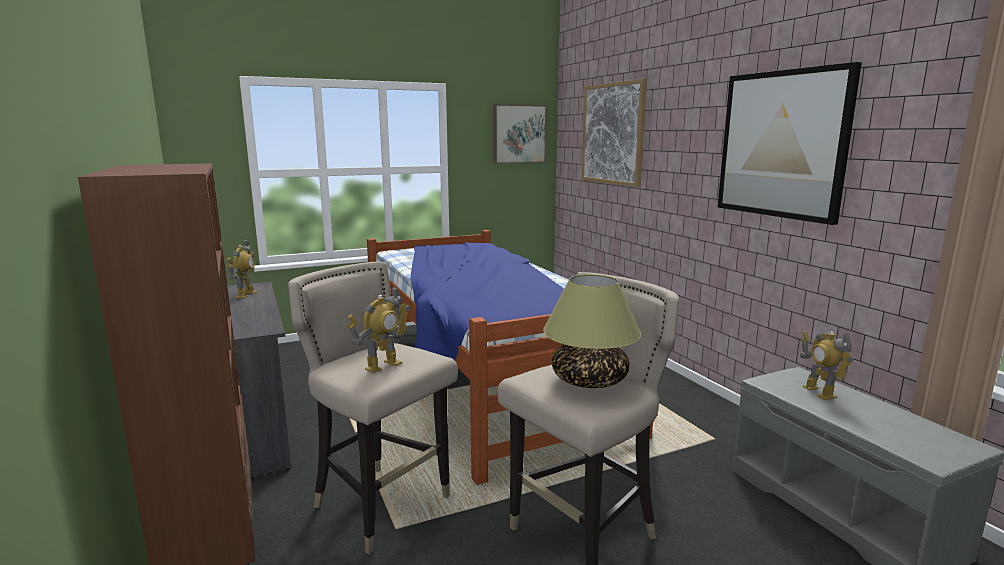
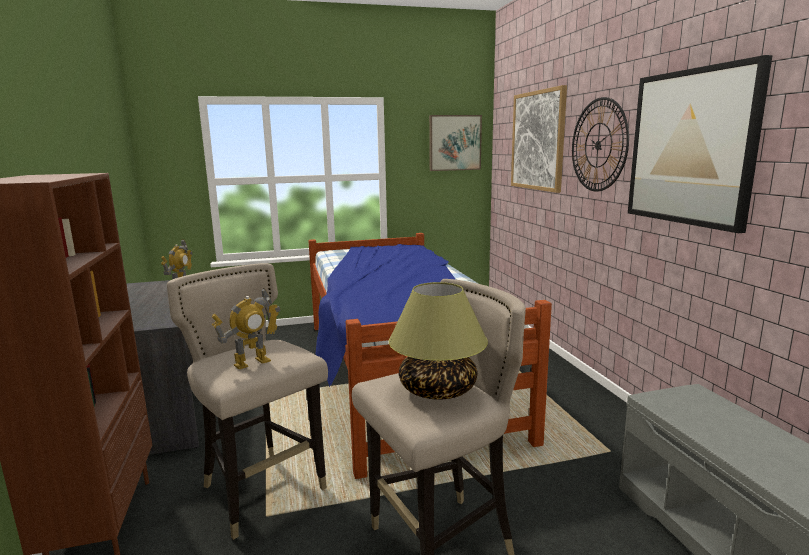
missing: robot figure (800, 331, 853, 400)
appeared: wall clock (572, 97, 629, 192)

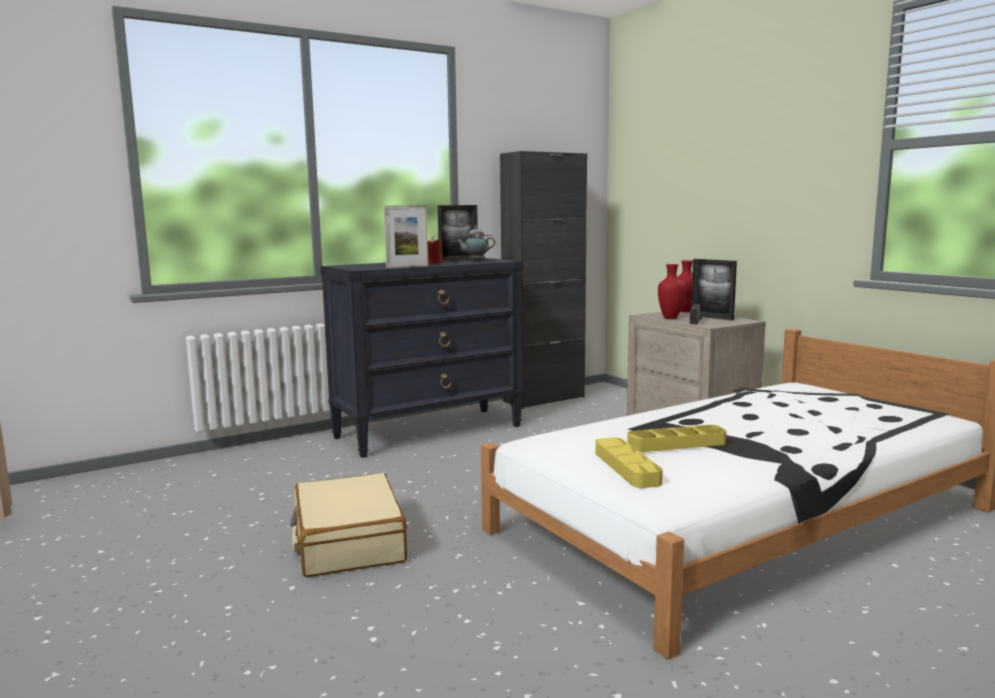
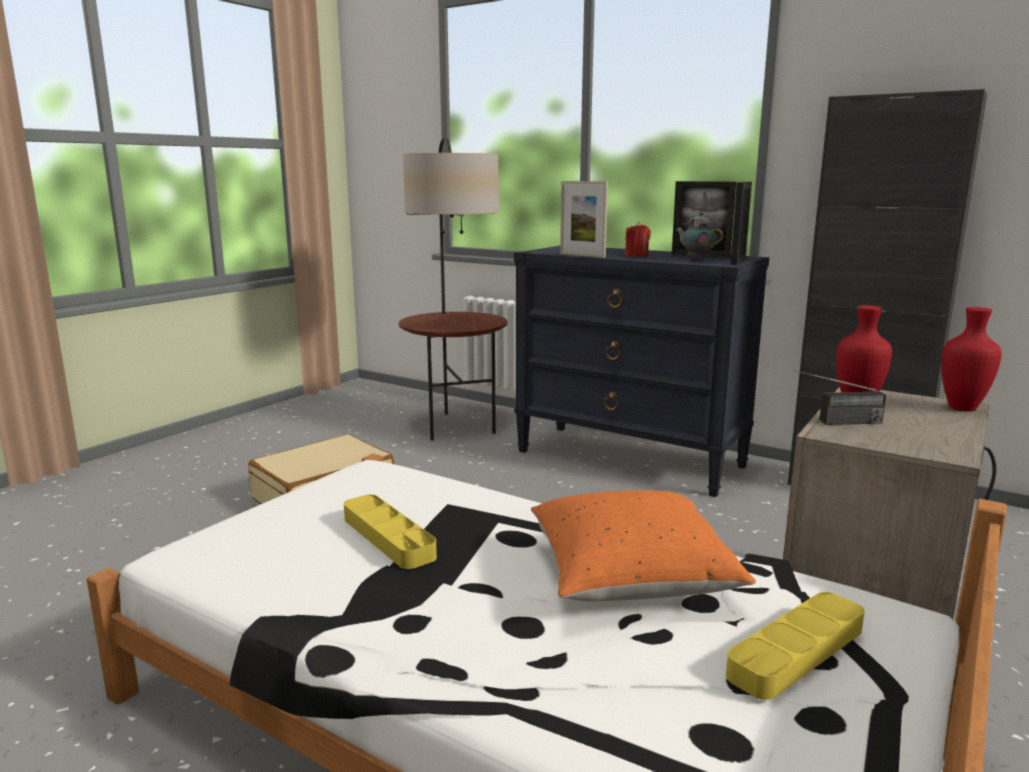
appeared: standing lamp (399, 137, 508, 441); orangey cushion (531, 490, 756, 601)
relocated: yellow carrying tray (596, 438, 663, 488) to (726, 592, 865, 700); standing frame (691, 259, 737, 321) to (730, 182, 752, 265)

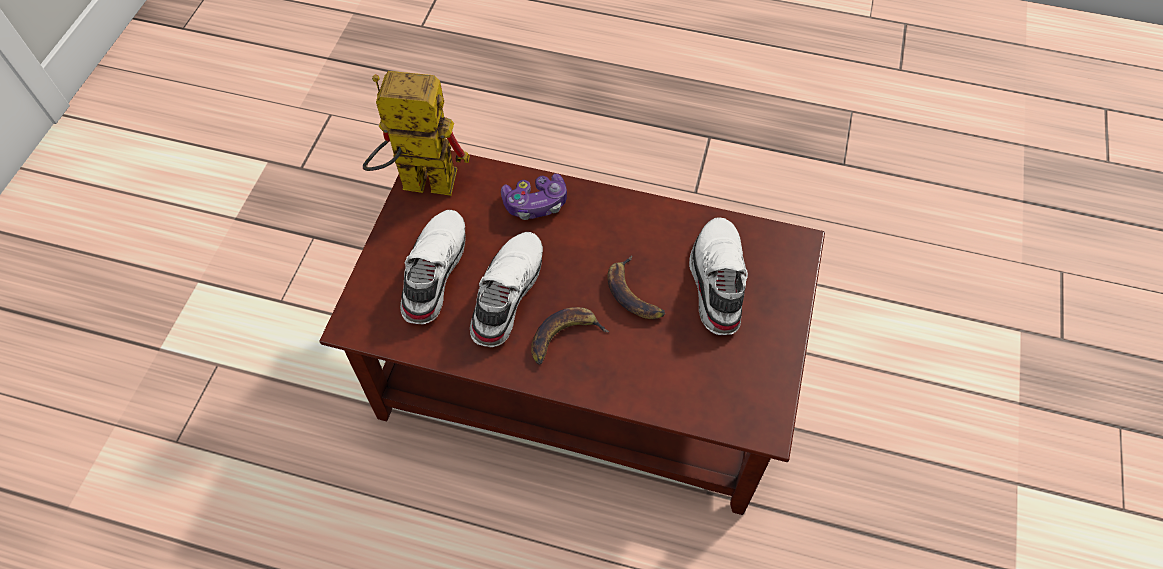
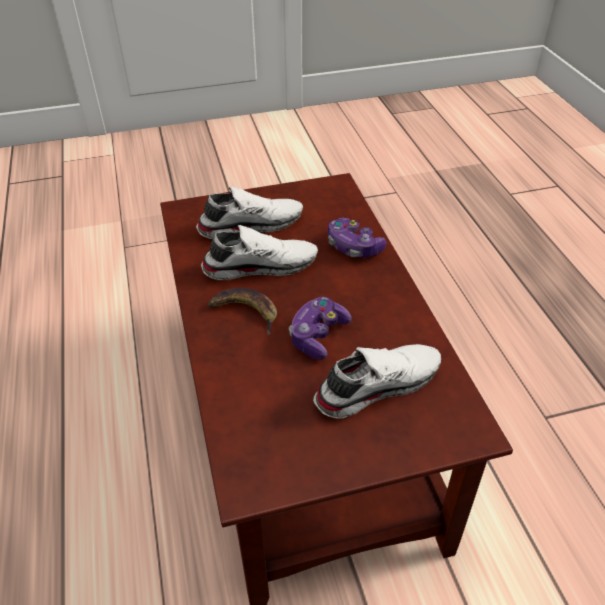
missing: robot figure (363, 71, 470, 196)
exchanged: whole banana (607, 255, 665, 319) to joypad (289, 297, 352, 360)

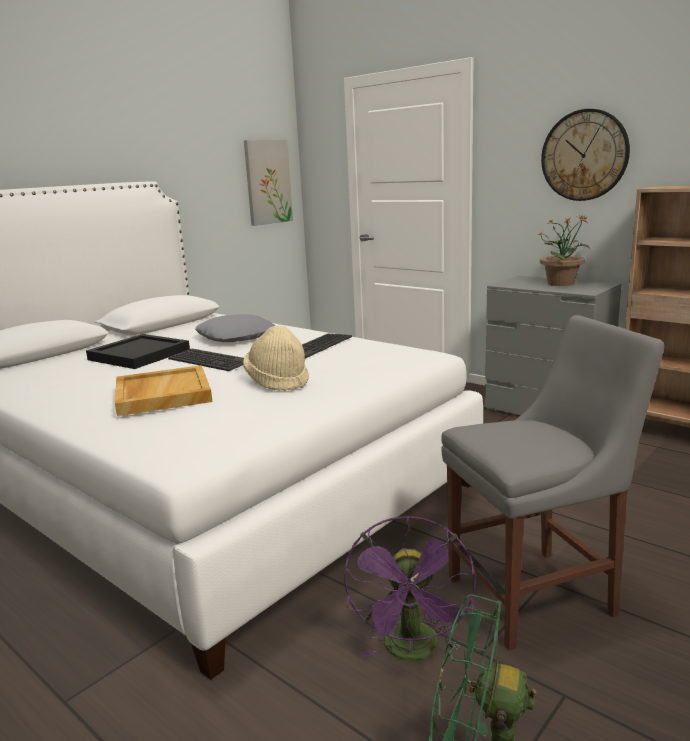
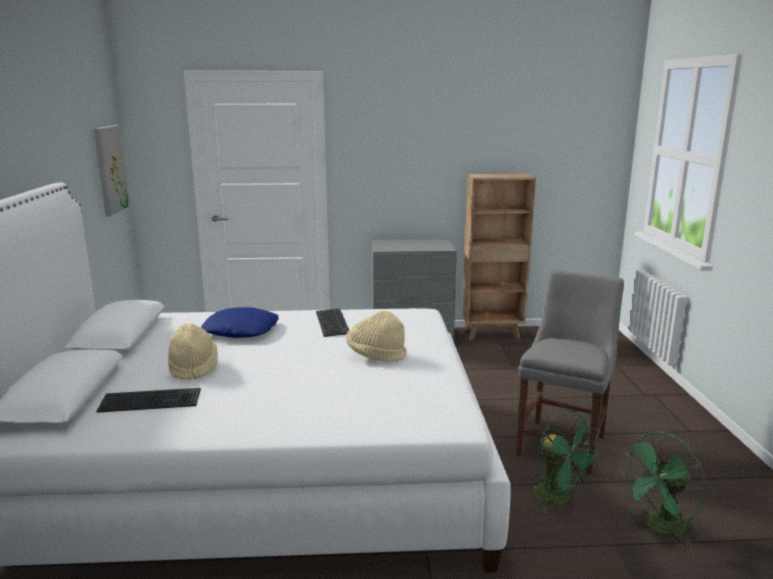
missing: sand-coloured carrying tray (115, 365, 213, 416); potted plant (539, 214, 590, 286); wall clock (541, 109, 630, 201)
relocated: PC keyboard (168, 349, 244, 371) to (96, 388, 201, 413)
exchanged: black-coloured carrying tray (86, 334, 190, 369) to sand-coloured wearable hat (168, 323, 218, 380)
colour: gray cushion (195, 314, 276, 342) to blue cushion (201, 307, 279, 338); purplish electric fan (344, 515, 476, 661) to green electric fan (533, 410, 601, 514)

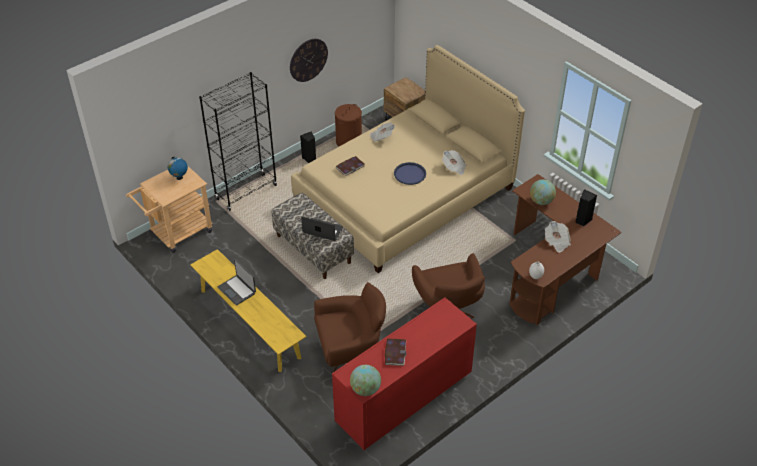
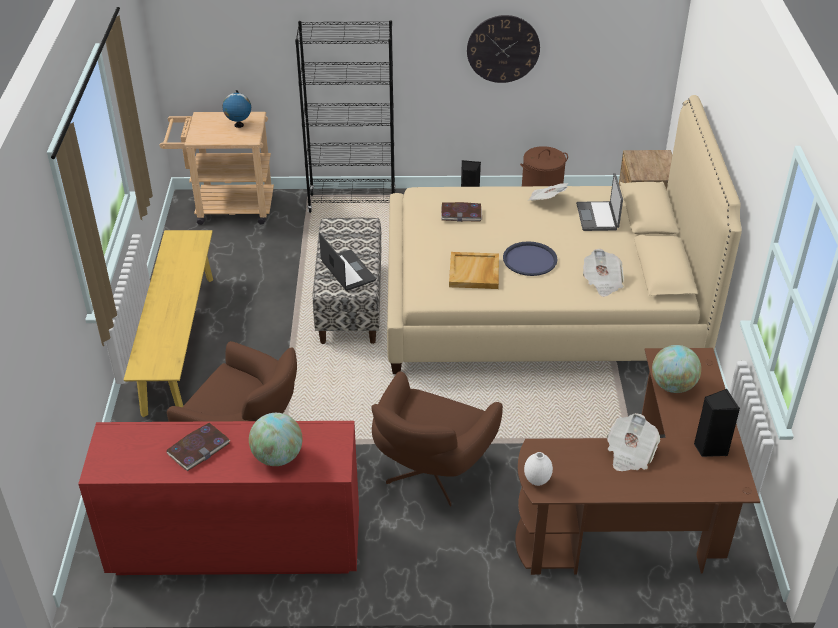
appeared: sand-coloured carrying tray (449, 252, 499, 289)
relocated: notebook computer (218, 259, 256, 306) to (576, 173, 623, 231); desk globe (350, 365, 381, 396) to (249, 413, 303, 466)

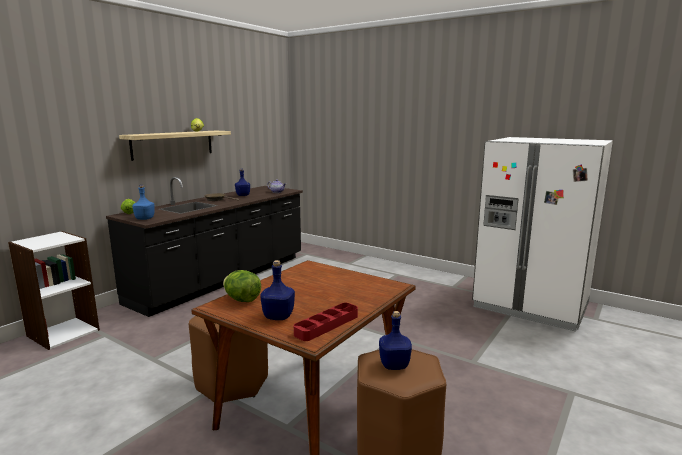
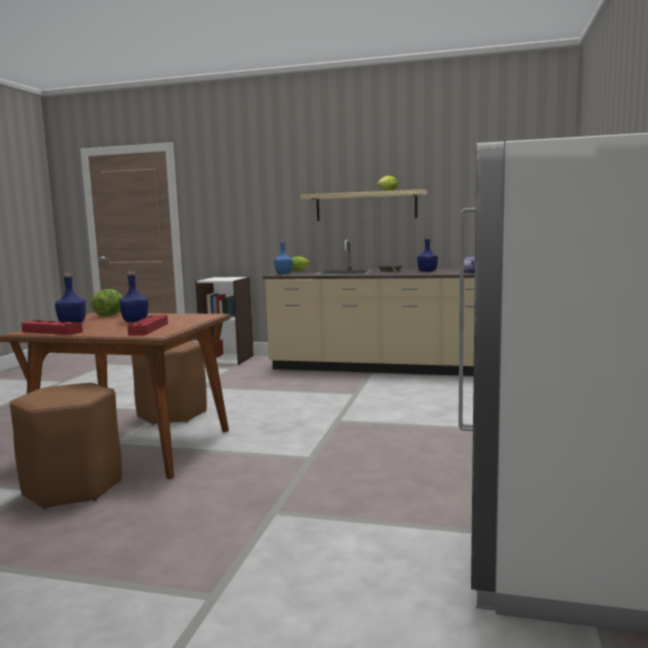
appeared: reddish carrying tray (127, 315, 168, 336)
relocated: blue beverage bottle (379, 311, 412, 370) to (119, 271, 148, 322)
colour: black-coloured kitchen counter (106, 177, 303, 317) to sand-coloured kitchen counter (263, 240, 475, 376)

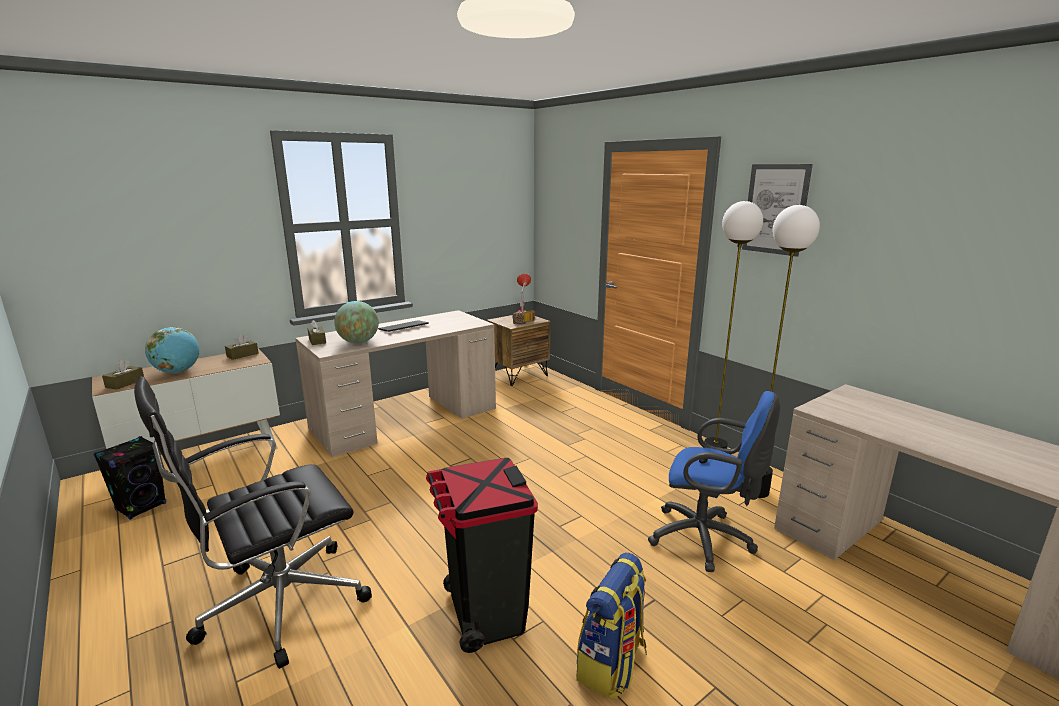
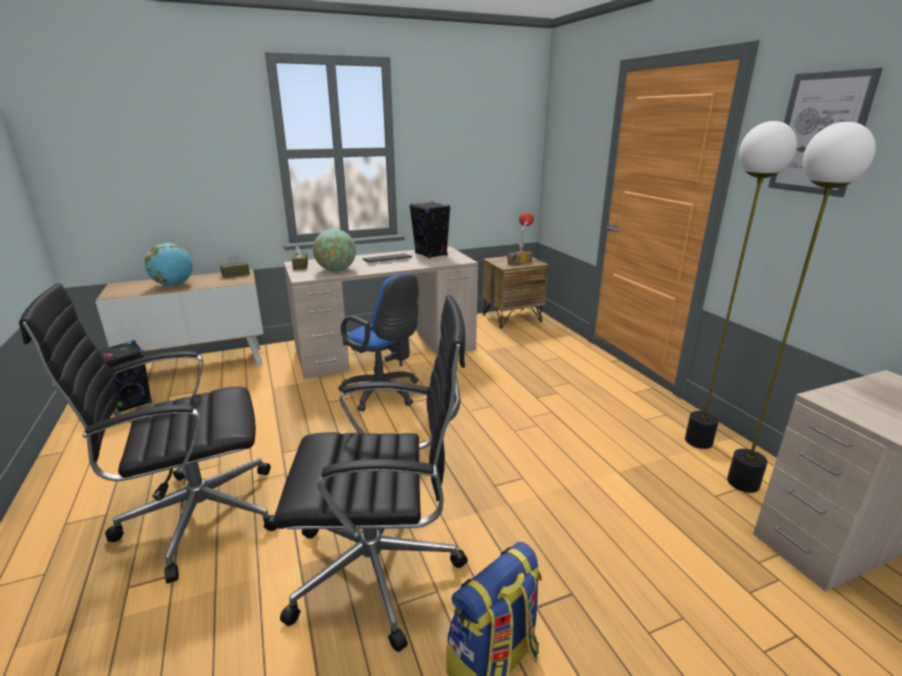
missing: brownish box of tissues (102, 360, 144, 390)
appeared: black-coloured speaker (409, 202, 450, 258)
relocated: blue office chair (648, 391, 780, 572) to (338, 273, 419, 411)
exchanged: black-coloured waste bin (426, 458, 538, 653) to black-coloured office chair (273, 295, 468, 652)

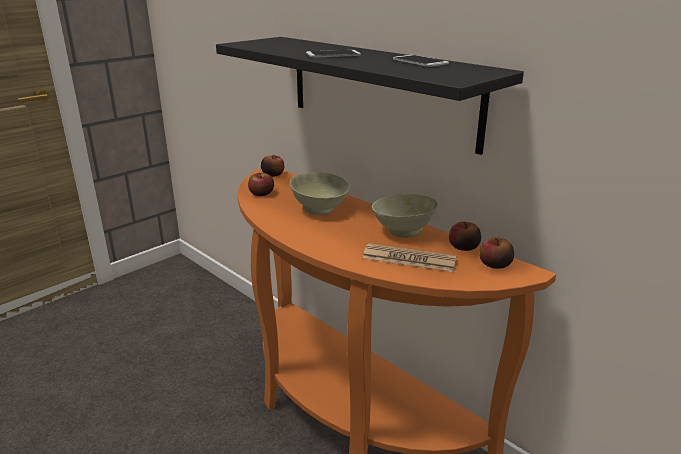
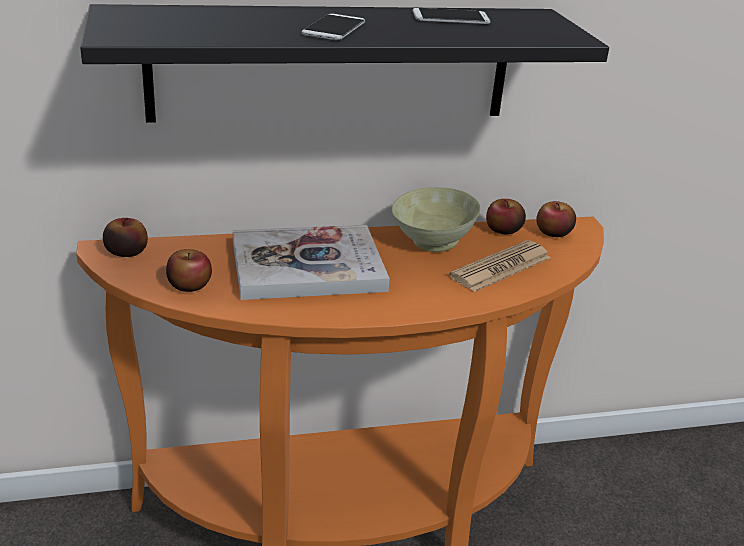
exchanged: sand-coloured deep dish (290, 172, 350, 215) to bound book (233, 225, 390, 300)

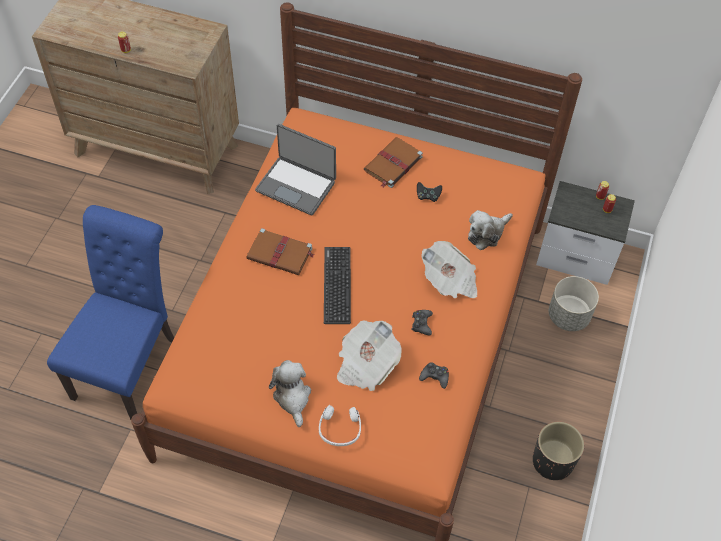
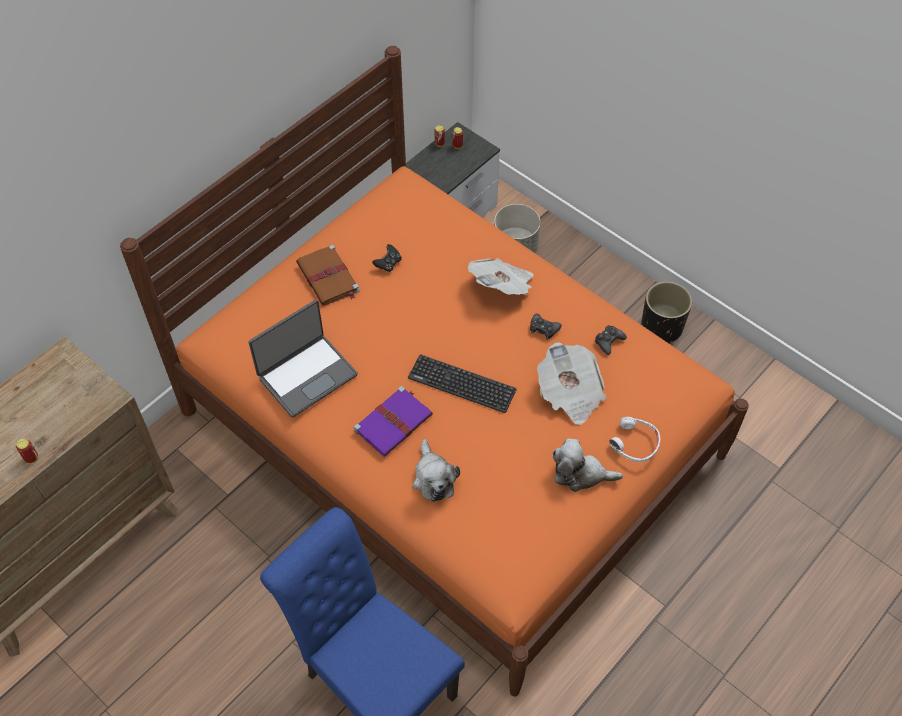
relocated: soft toy (468, 210, 513, 250) to (413, 439, 460, 502)
colour: brownish bound book (247, 228, 314, 275) to purplish bound book (354, 386, 433, 457)

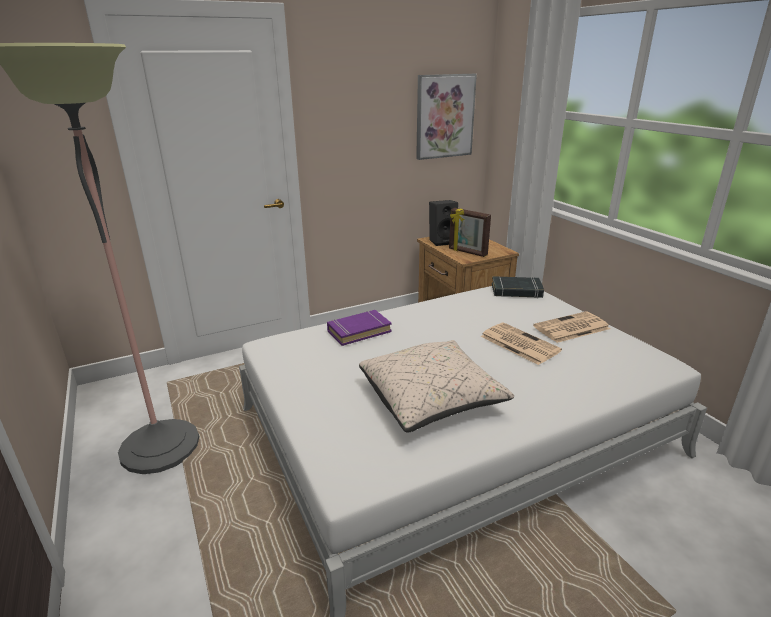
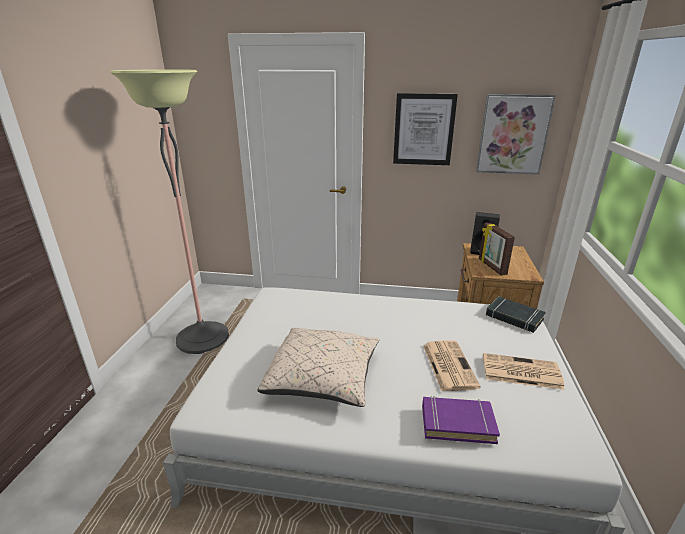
appeared: wall art (393, 93, 458, 165)
relocated: purplish bound book (327, 310, 392, 346) to (422, 396, 500, 444)

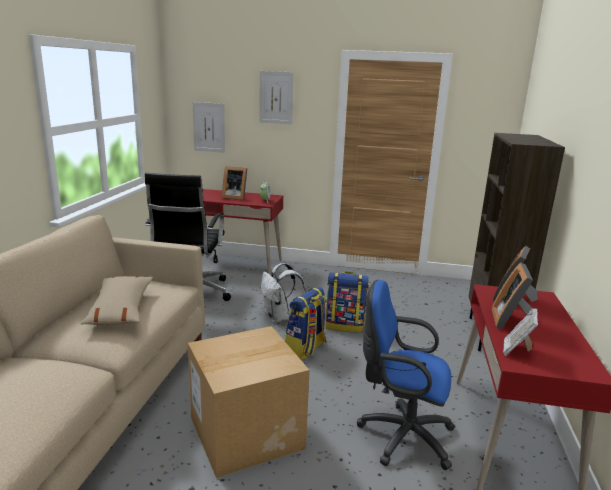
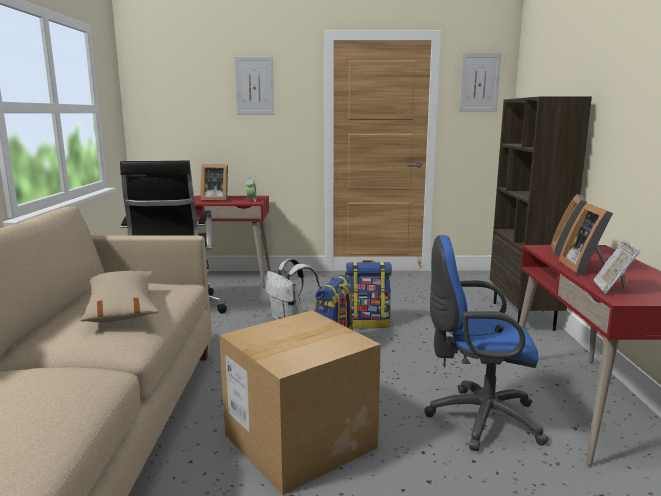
relocated: wall art (193, 102, 225, 153) to (459, 53, 501, 111)

